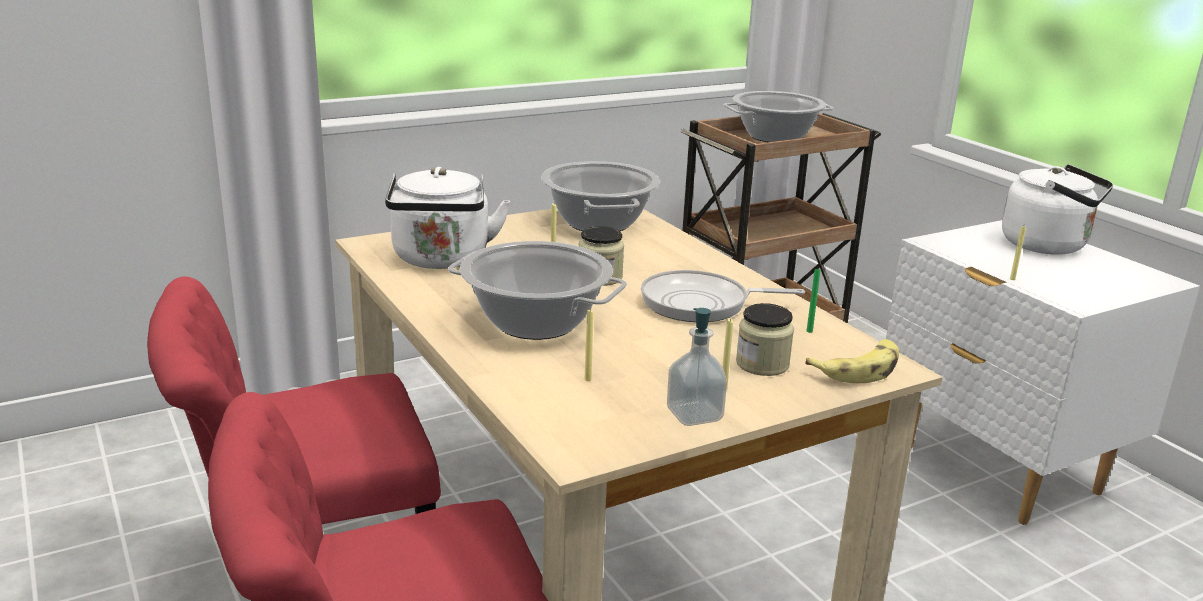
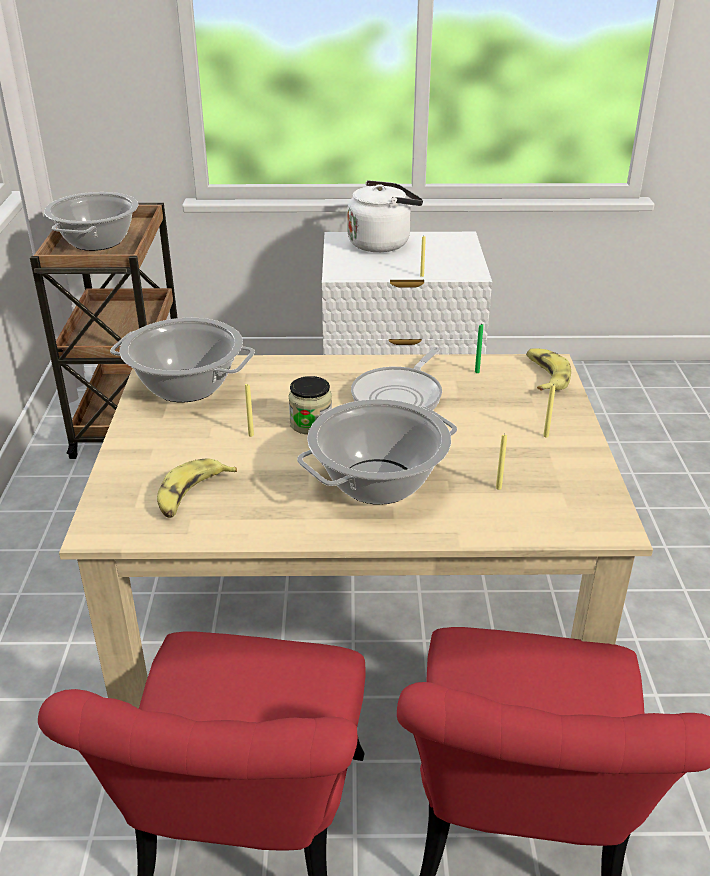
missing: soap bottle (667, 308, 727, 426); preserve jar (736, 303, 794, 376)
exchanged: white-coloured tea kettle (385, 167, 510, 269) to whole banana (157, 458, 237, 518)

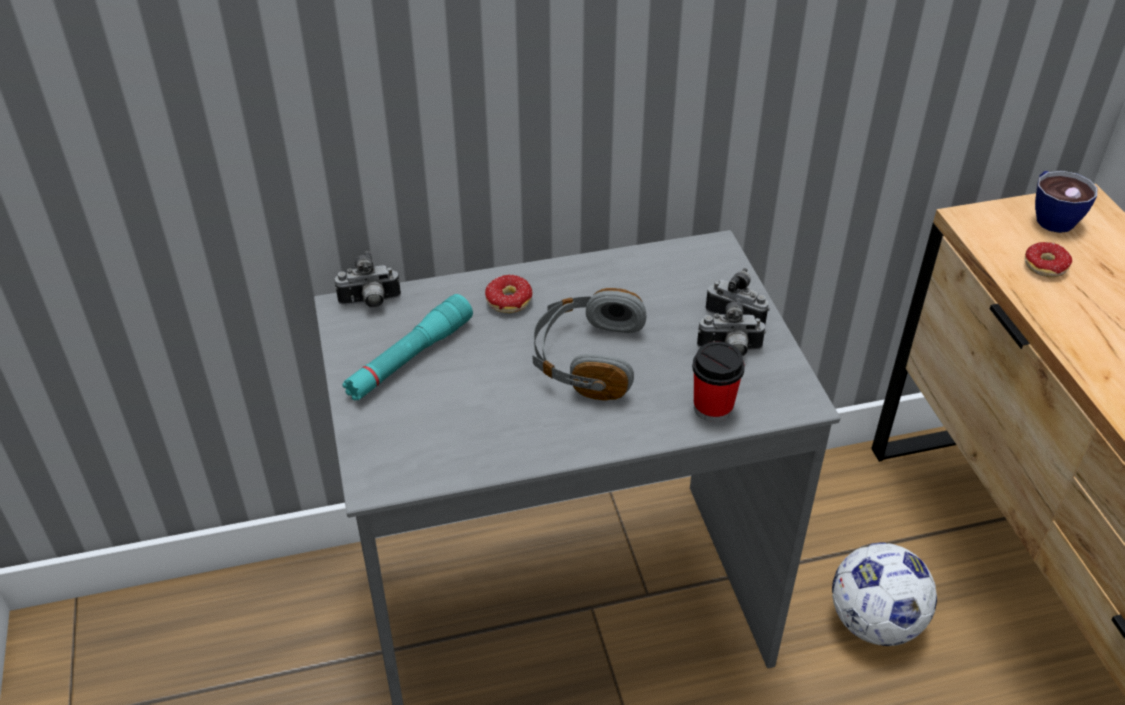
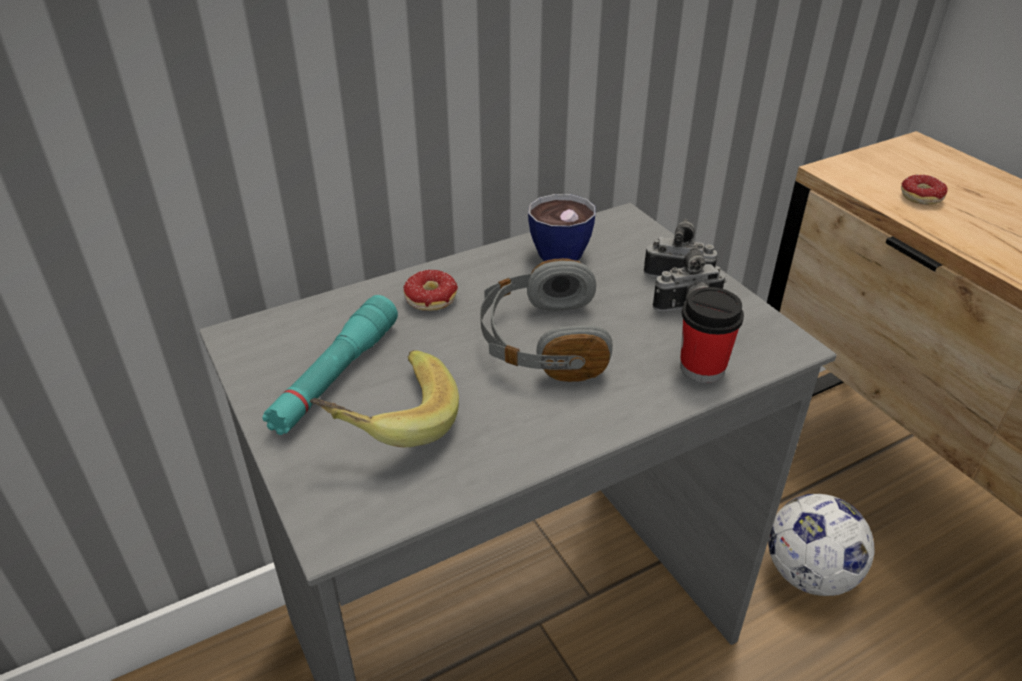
missing: photo camera (335, 251, 401, 308)
appeared: whole banana (310, 350, 459, 447)
relocated: drinking cup (1035, 171, 1098, 233) to (528, 194, 596, 261)

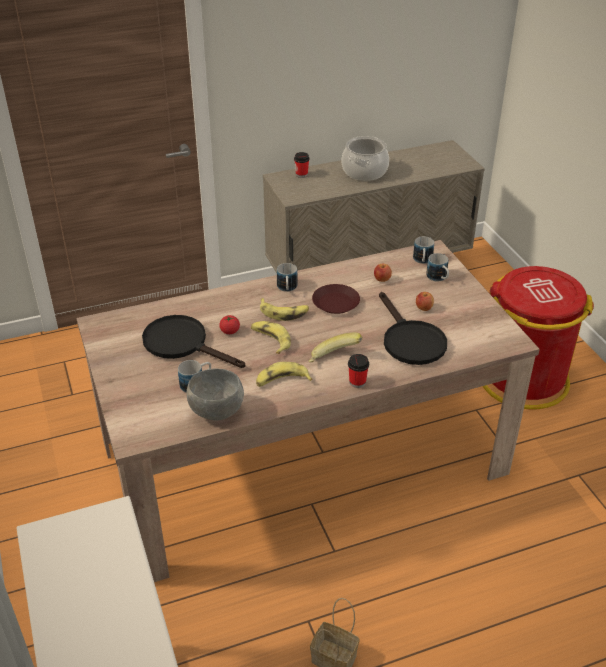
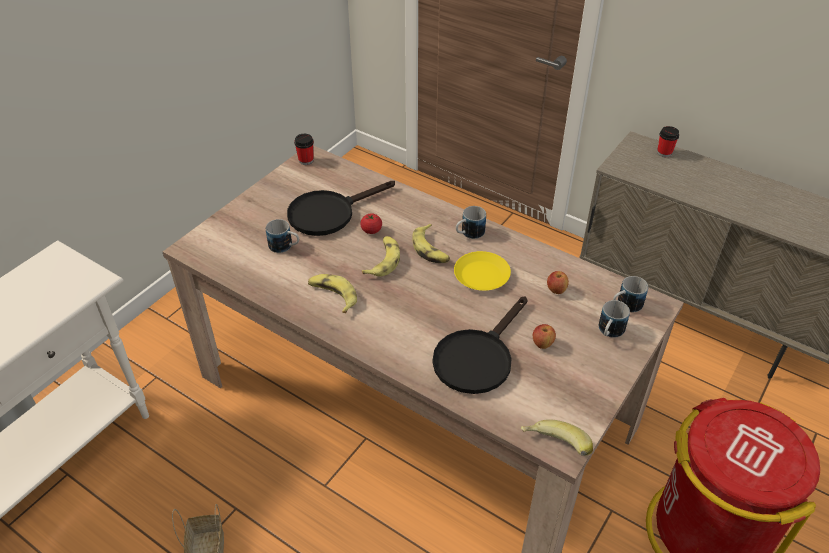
missing: gray deep dish (187, 369, 244, 421); saucepot (342, 136, 389, 181)
relocated: whole banana (308, 332, 362, 362) to (521, 419, 593, 456); drinking cup (348, 354, 369, 388) to (294, 134, 314, 165)
colour: brownish plate (312, 284, 360, 314) to yellow plate (454, 251, 511, 291)
spun: black-coloured frying pan (142, 315, 245, 368) = (287, 181, 395, 236) 120 degrees counterclockwise

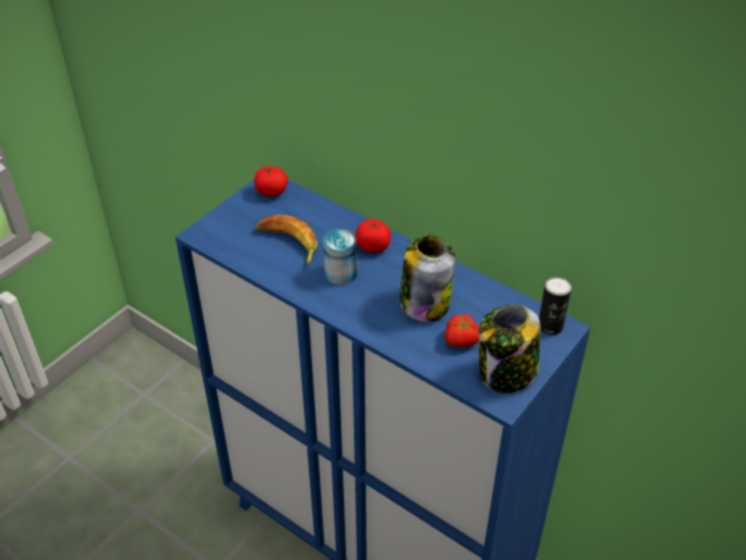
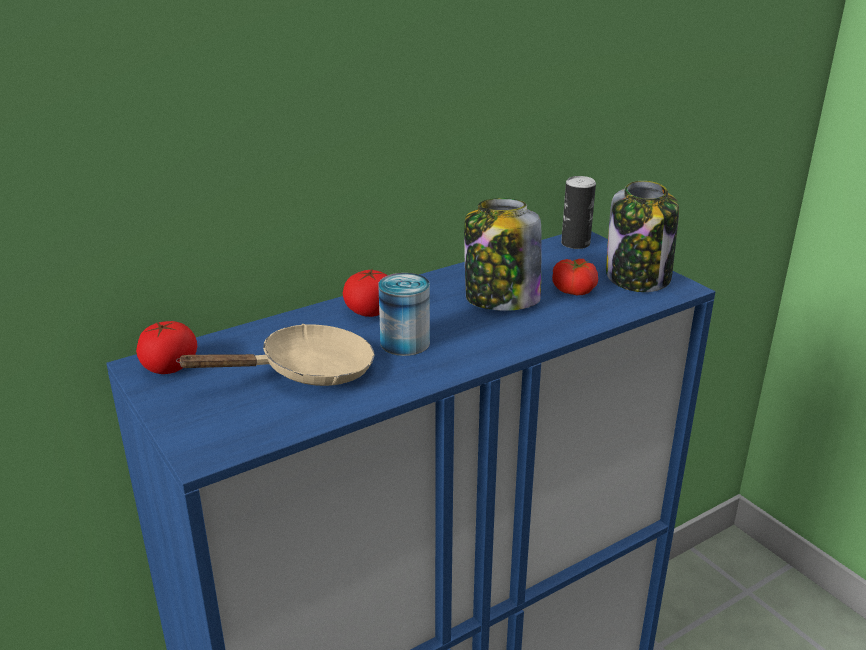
exchanged: whole banana (255, 215, 317, 266) to sand-coloured frying pan (176, 324, 375, 386)

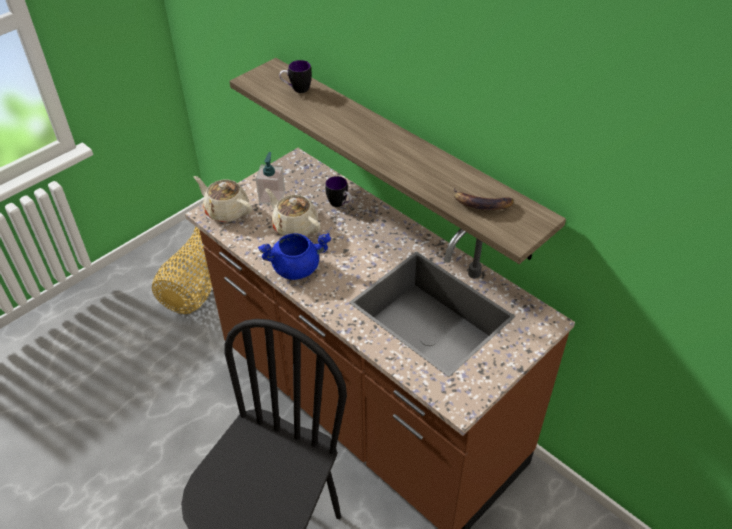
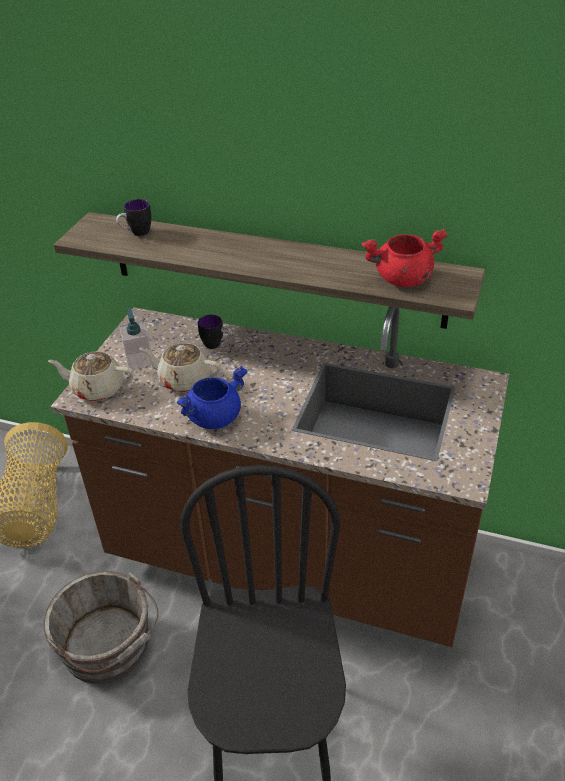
appeared: gray pail (43, 571, 159, 684)
exchanged: whole banana (454, 189, 514, 210) to reddish saucepot (361, 229, 447, 287)

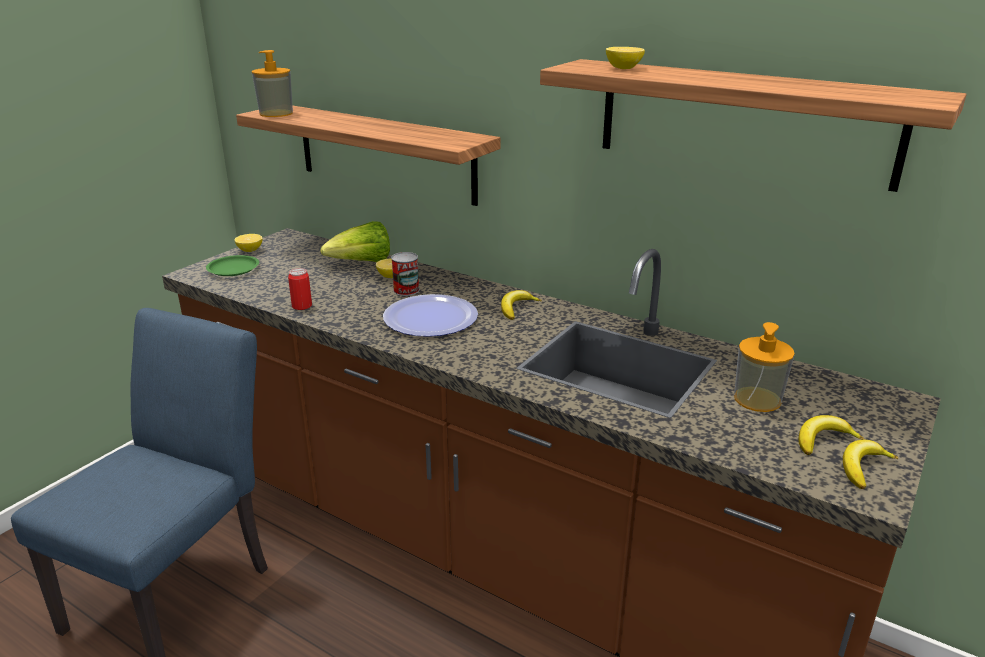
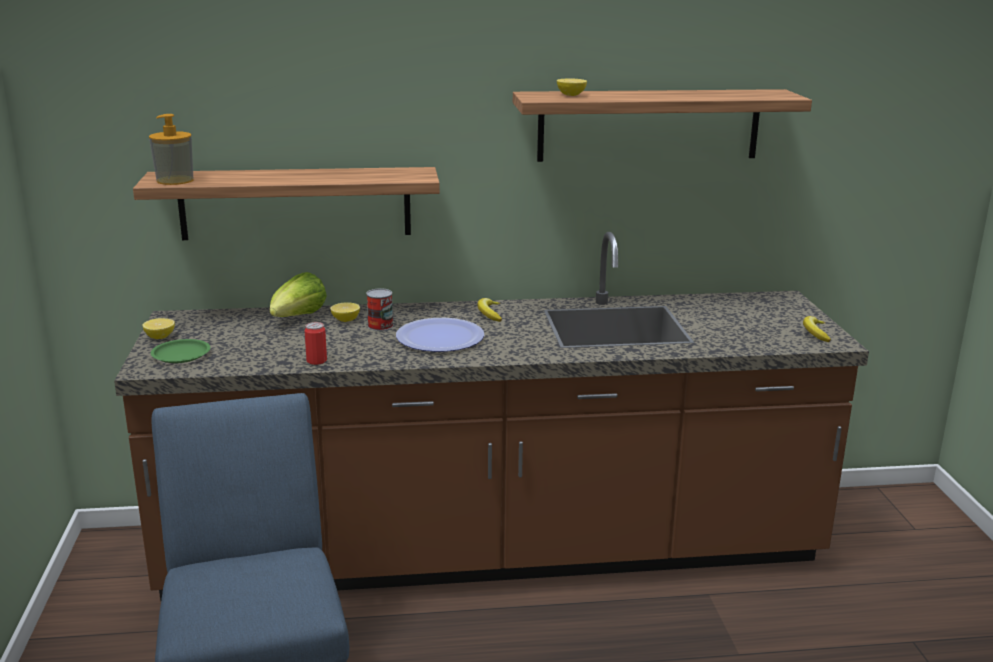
missing: soap bottle (734, 322, 795, 412); whole banana (799, 415, 864, 455)

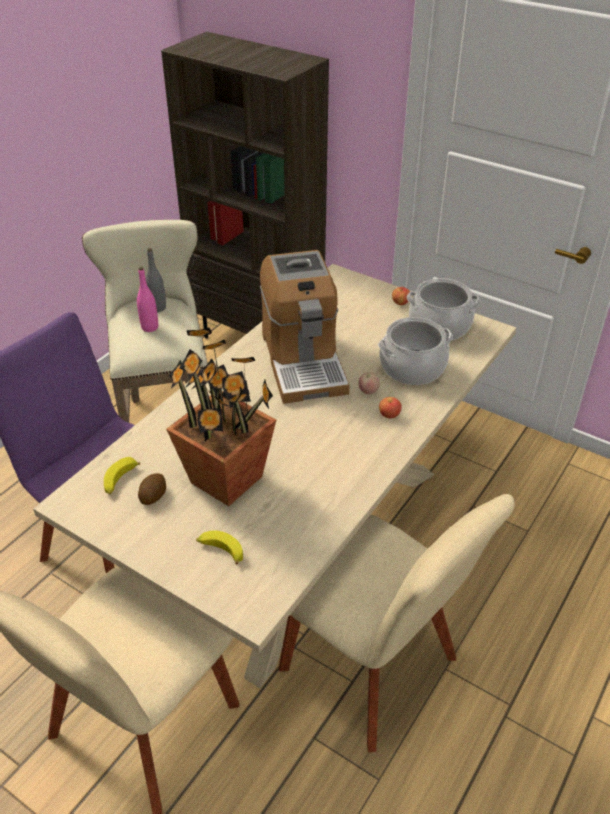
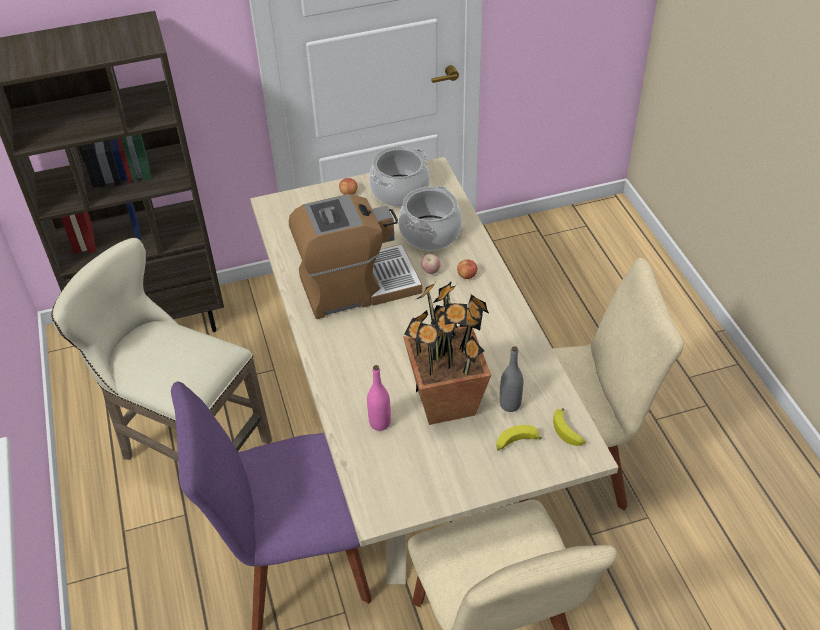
missing: whole potato (138, 473, 166, 505)
relocated: whole banana (104, 457, 140, 494) to (553, 408, 586, 446); pink-coloured beverage bottle (137, 267, 158, 332) to (367, 365, 391, 431); gray beverage bottle (146, 248, 166, 312) to (500, 346, 523, 412)
spun: coffee brewer (260, 250, 350, 404) = (289, 194, 422, 319) 45 degrees counterclockwise

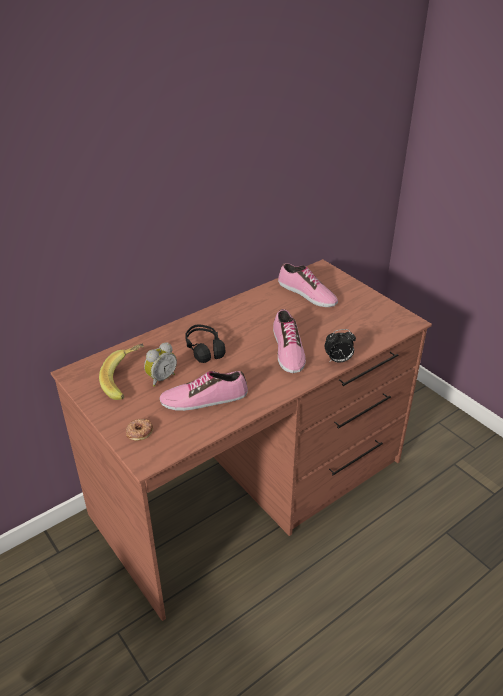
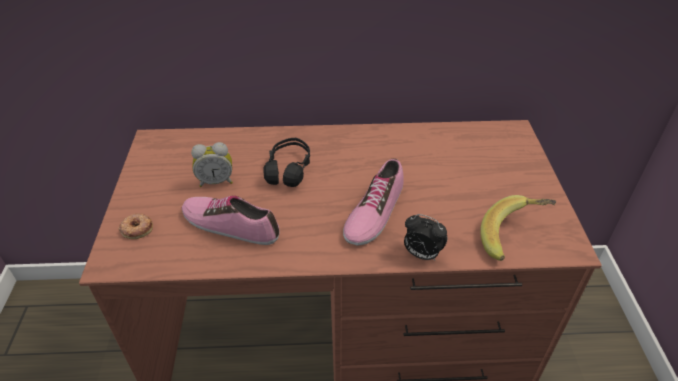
missing: shoe (278, 263, 338, 307)
relocated: whole banana (99, 344, 143, 400) to (480, 195, 556, 261)

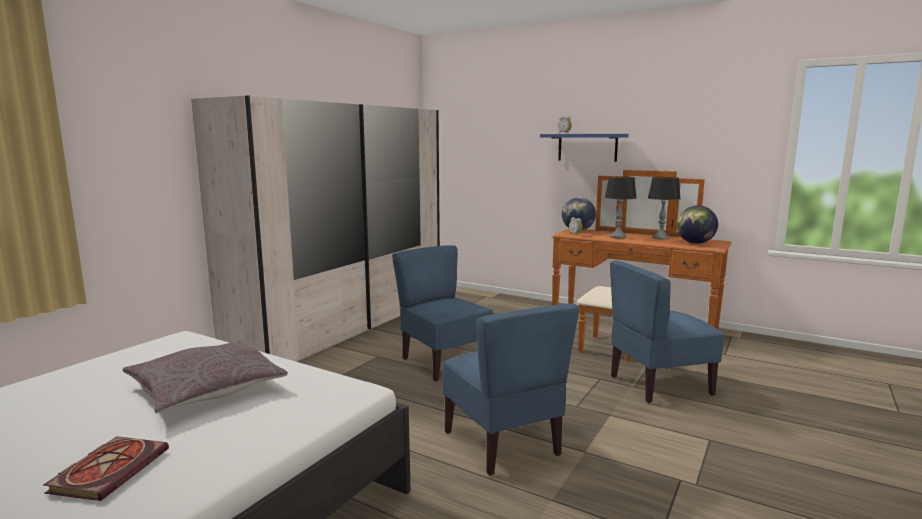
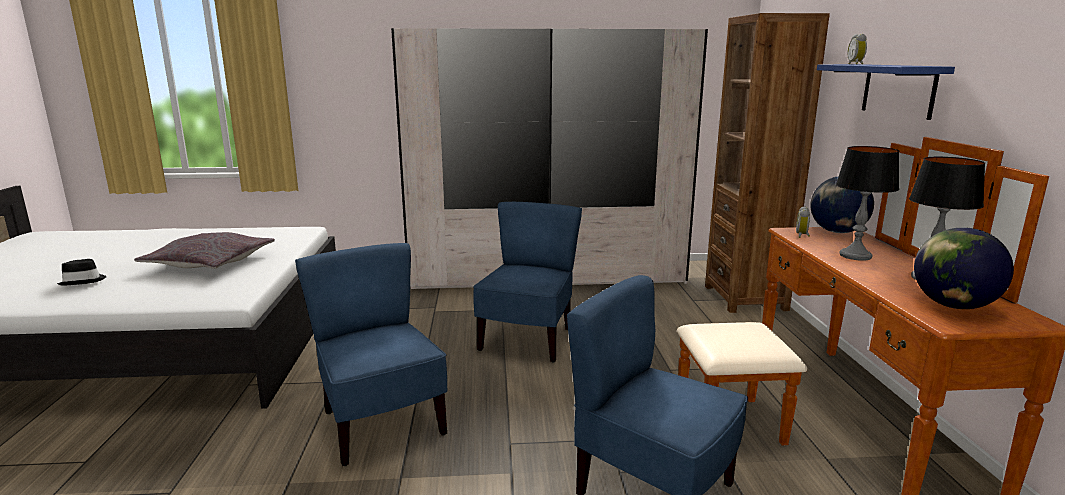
appeared: brownish bookshelf (705, 13, 830, 313)
exchanged: bound book (43, 436, 169, 501) to black-coloured wearable hat (57, 259, 106, 285)
spun: blue chair (442, 304, 579, 475) = (295, 243, 447, 466) 120 degrees clockwise

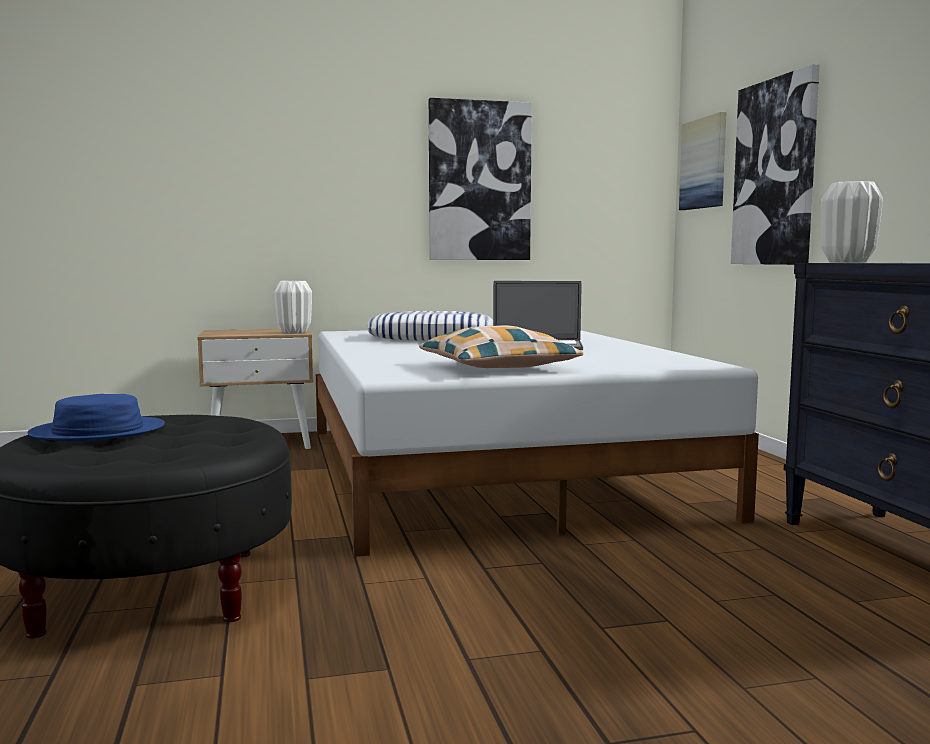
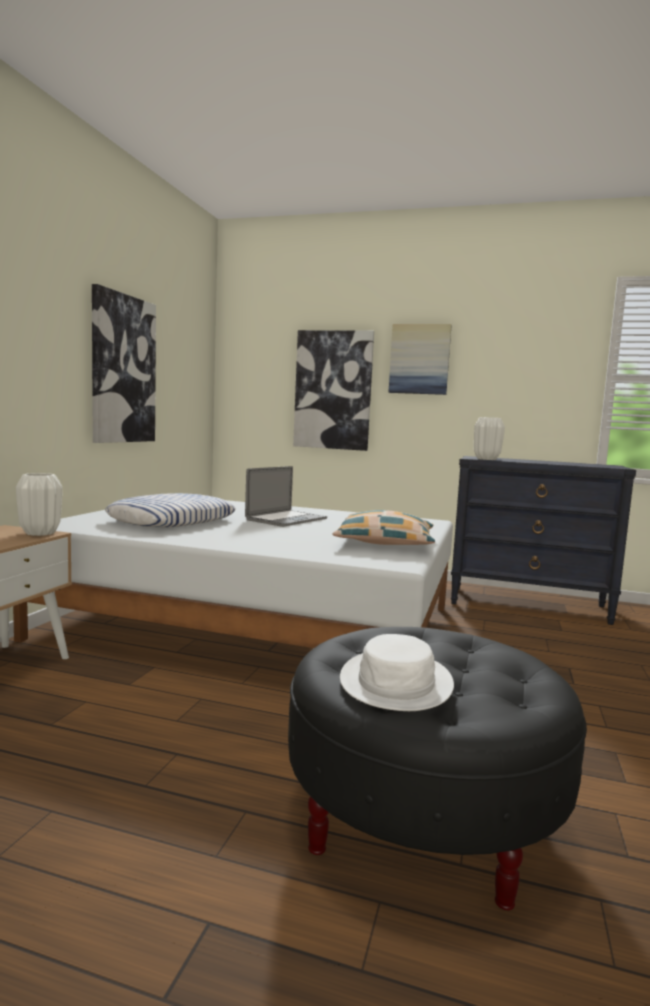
relocated: wall art (679, 112, 727, 210) to (388, 324, 452, 395)
colour: blue wearable hat (27, 394, 165, 441) to white-coloured wearable hat (340, 634, 454, 711)

